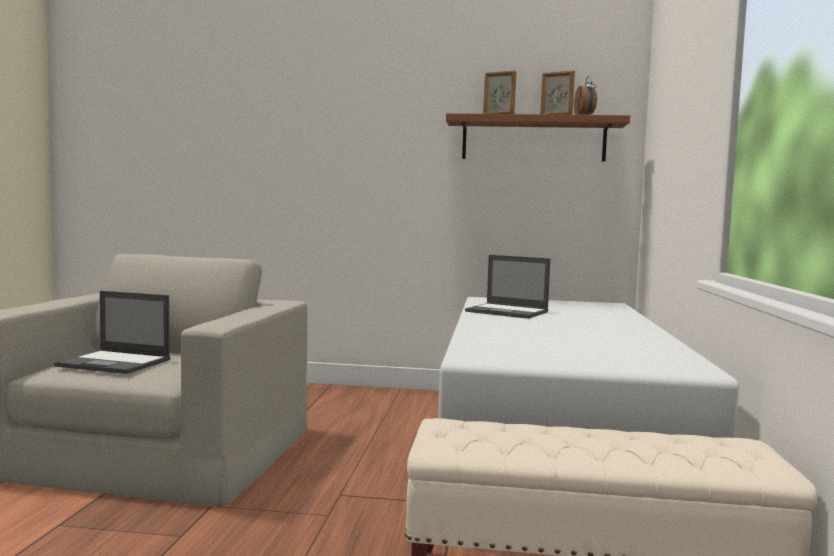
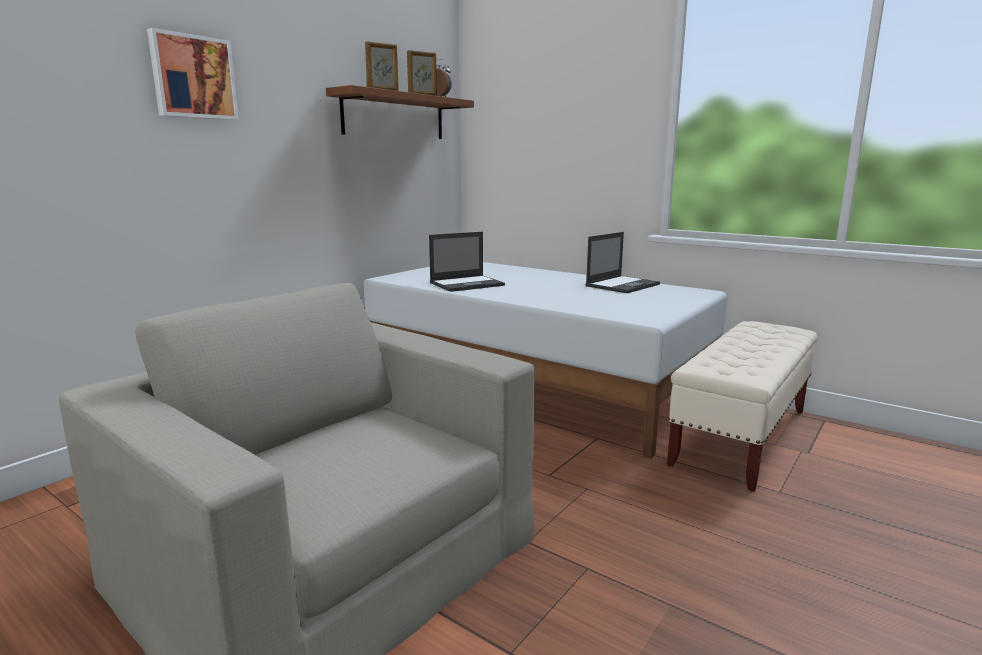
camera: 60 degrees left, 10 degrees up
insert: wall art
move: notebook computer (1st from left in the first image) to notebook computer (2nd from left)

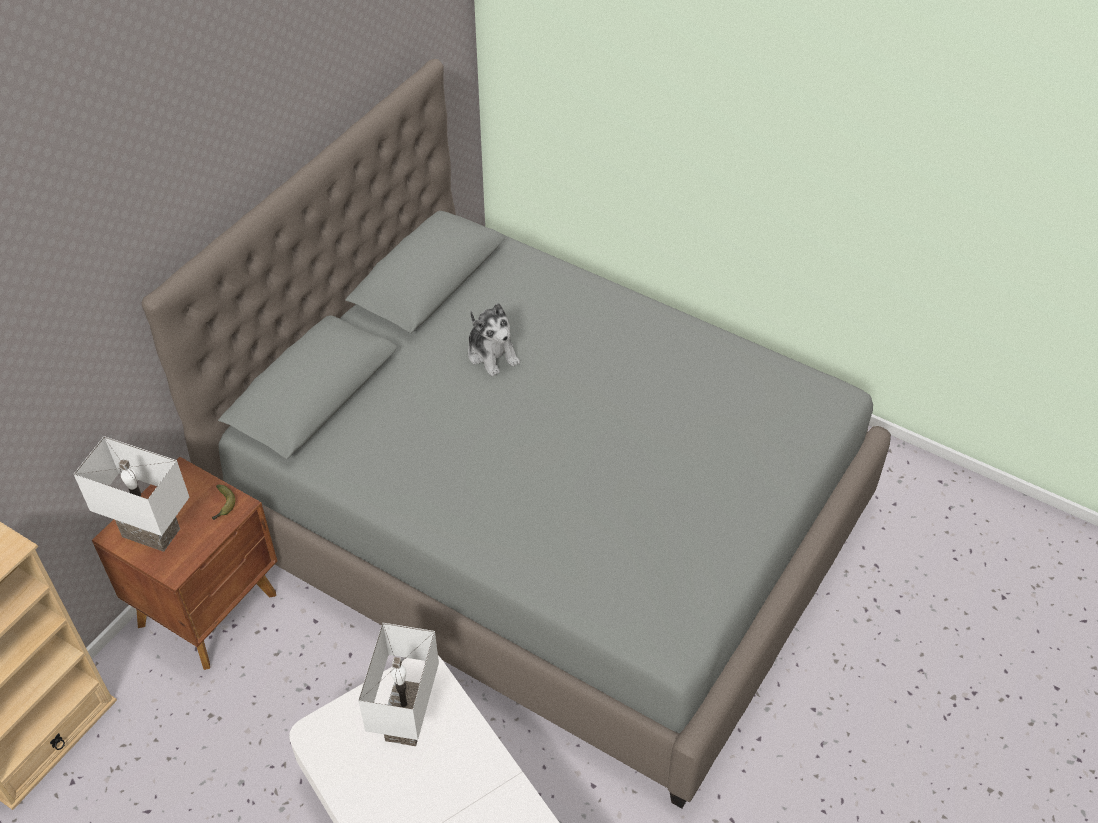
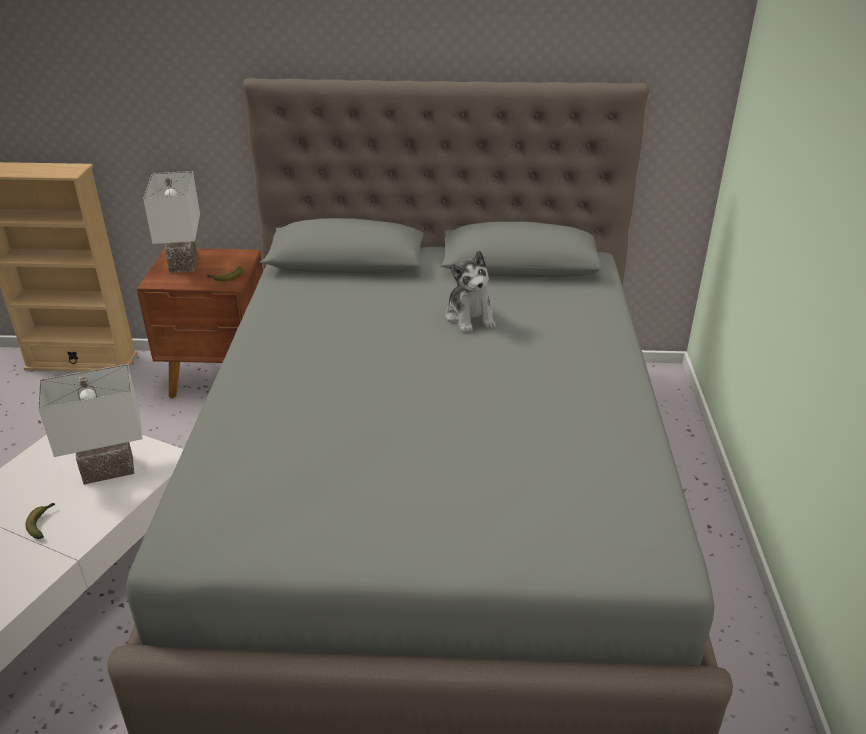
camera: 60 degrees right, 15 degrees down
insert: banana fruit (1st from left)
rotate: plush toy 45 degrees counterclockwise

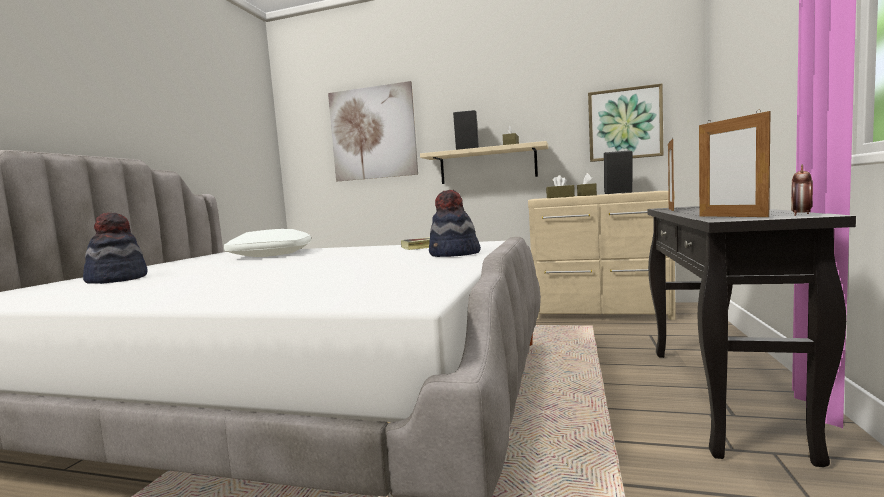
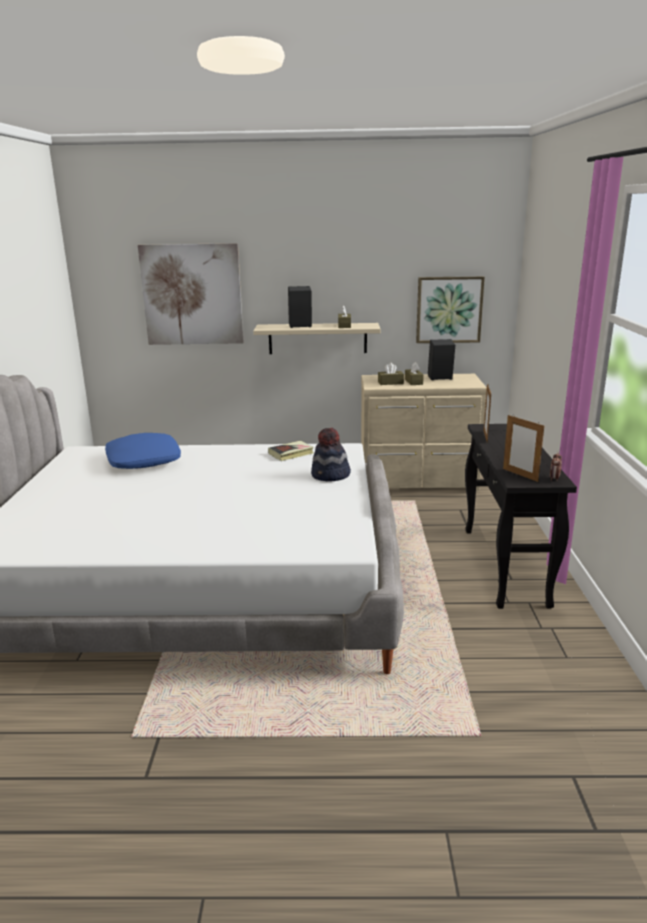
camera: 15 degrees left, 15 degrees up
delete: wearable hat (1st from left)
recolor: throw pillow (white-coloured) to throw pillow (blue-coloured)

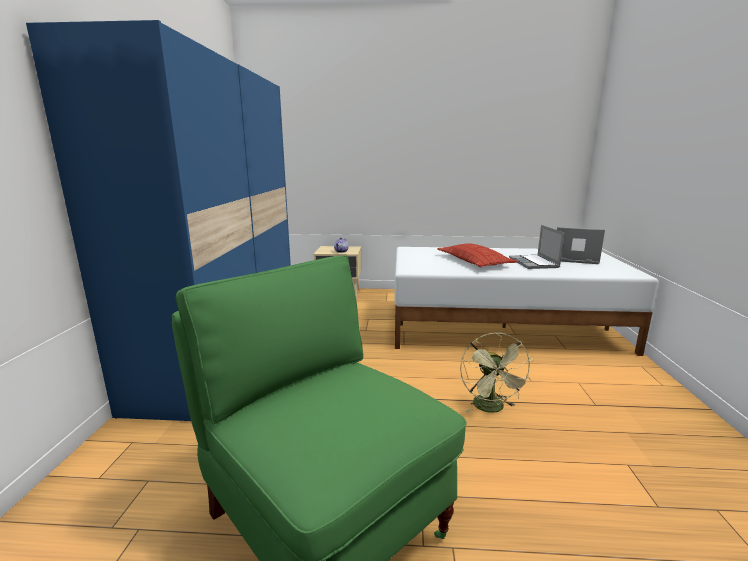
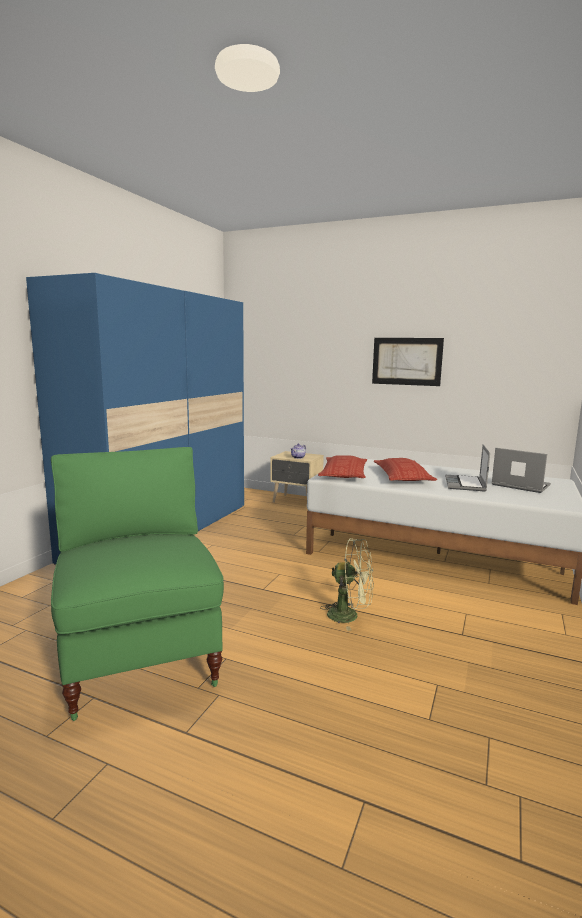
camera: 20 degrees right, 5 degrees down
insert: wall art; throw pillow (1st from left)
rotate: electric fan (greenish) 90 degrees counterclockwise

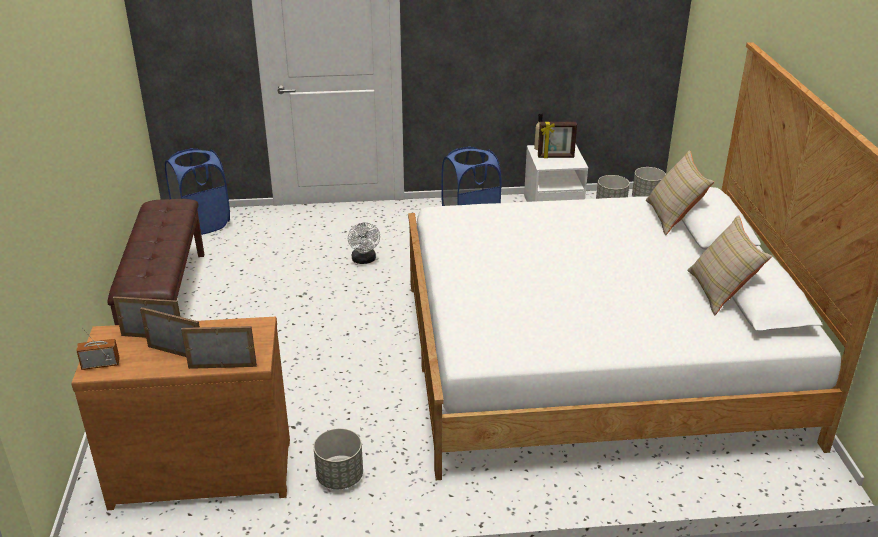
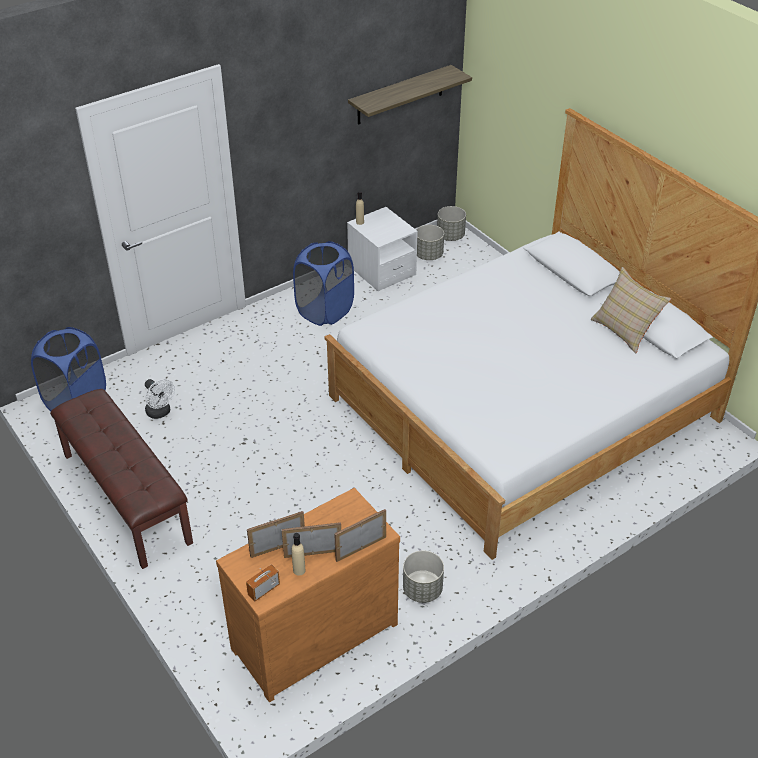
camera: 30 degrees left, 10 degrees up
delete: photo frame (4th from left); throw pillow (sand-coloured) (1st from left)
insert: wall shelf; drink bottle (sand-coloured) (1st from left)
move: electric fan (white-coloured)

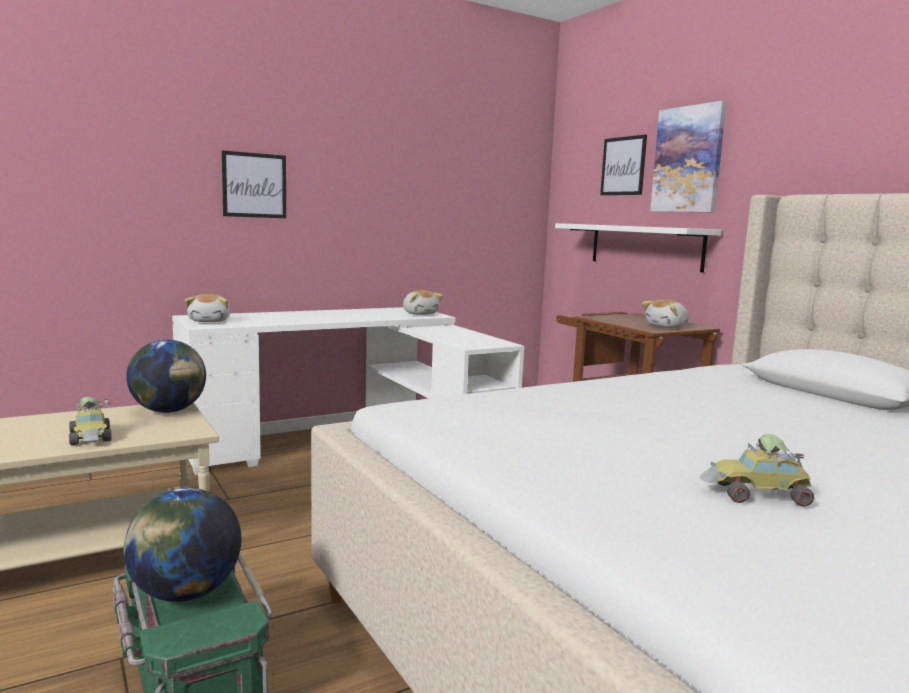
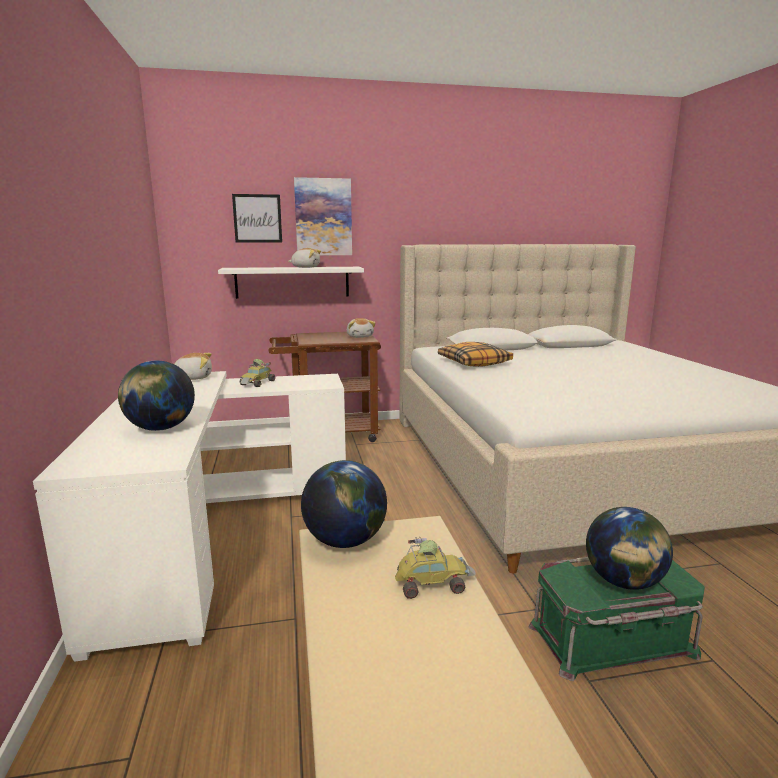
camera: 70 degrees left, 5 degrees up
delete: wall art (1st from left)
insert: throw pillow; world globe (1st from left)
move: plush toy (1st from left in the first image) to plush toy (2nd from left); toy car (2nd from left in the first image) to toy car (1st from left)

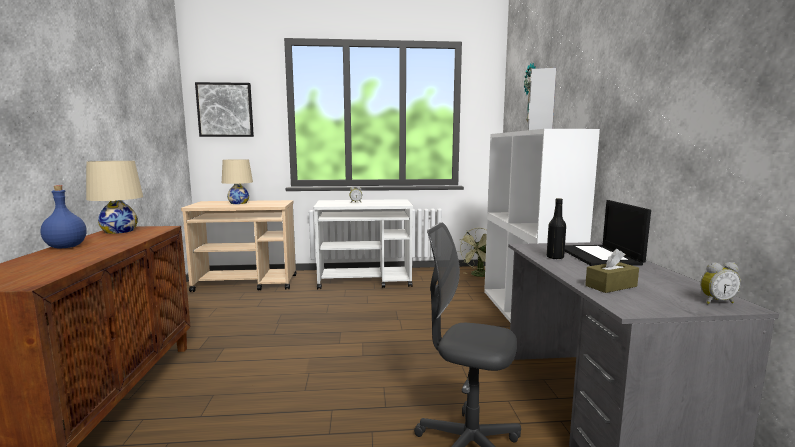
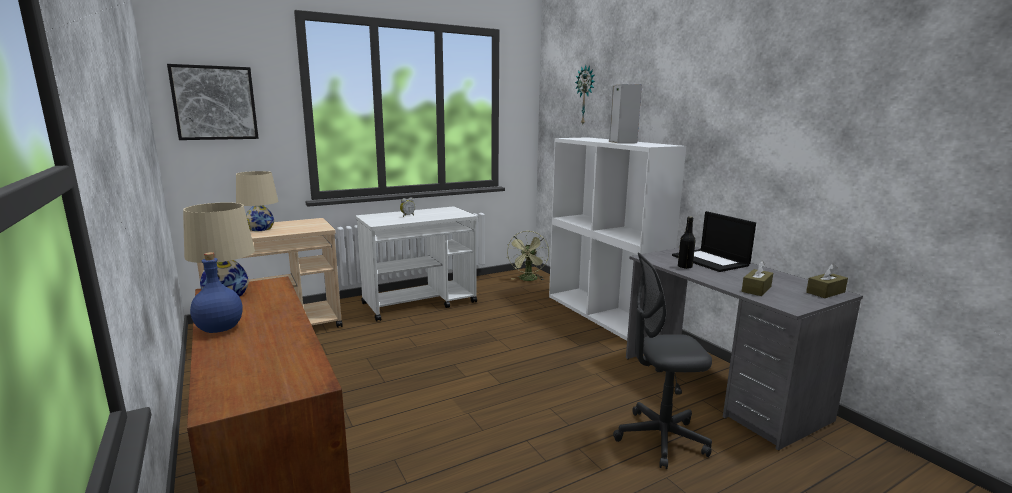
camera: 25 degrees left, 5 degrees up
replace: bedside clock (2nd from left) to tissue box (brown) (2nd from left)

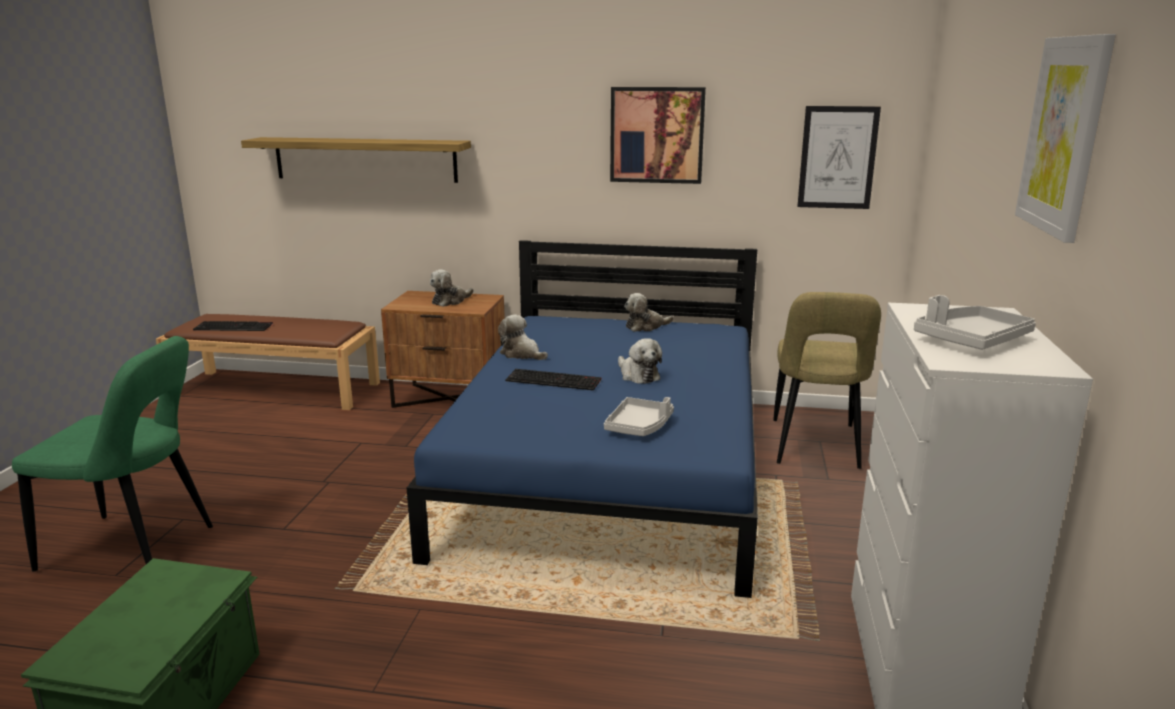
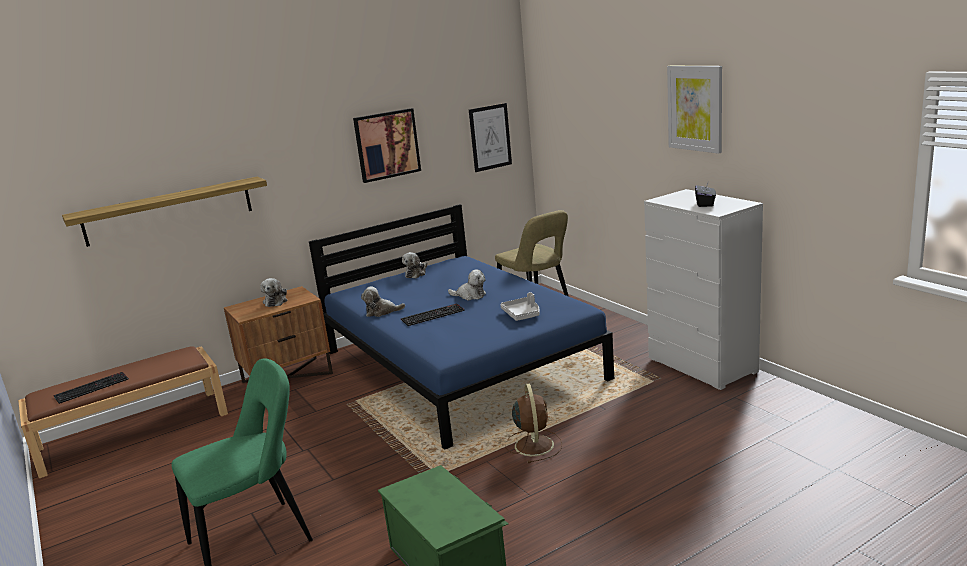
camera: 40 degrees left, 0 degrees up
insert: electric fan (brown)
replace: carrying tray (greyish) (2nd from left) to tissue box (blackish)

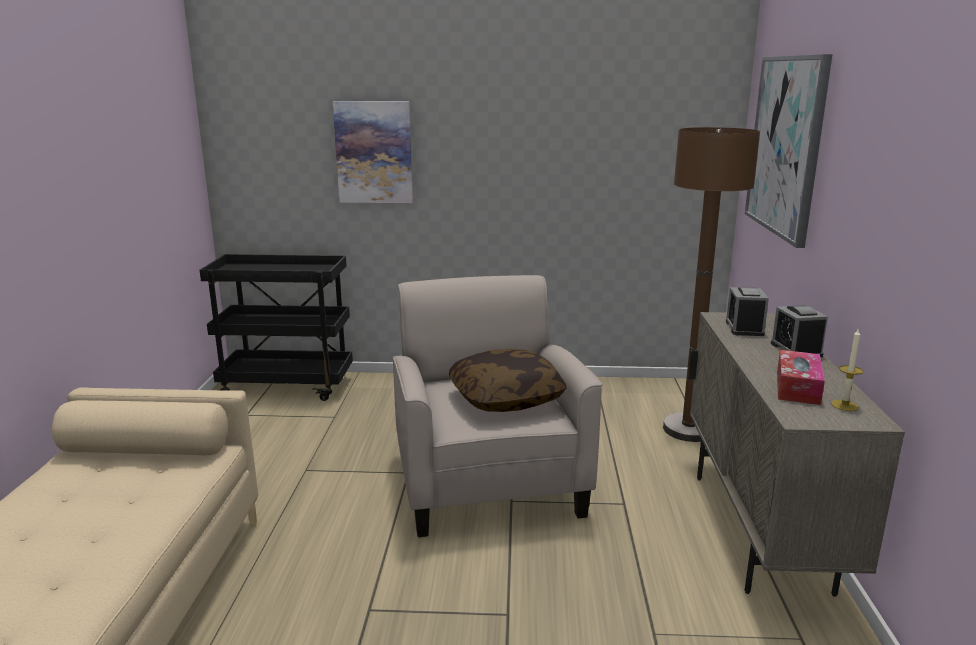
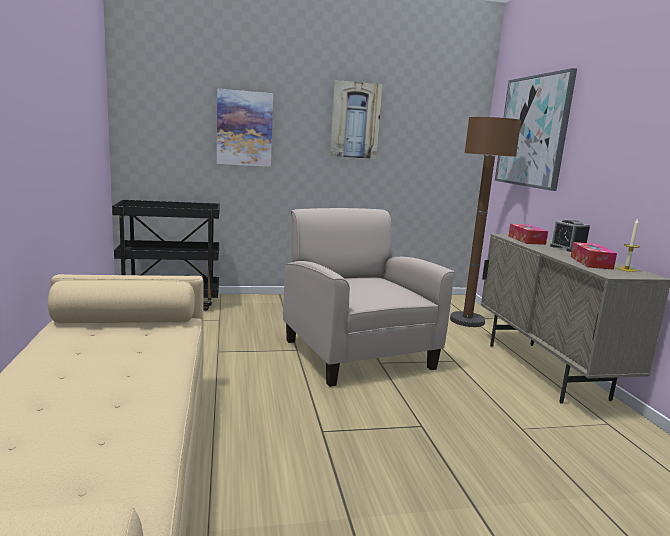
camera: 15 degrees left, 5 degrees down
delete: throw pillow
insert: wall art (2nd from left)
replace: bedside clock (1st from left) to tissue box (1st from left)

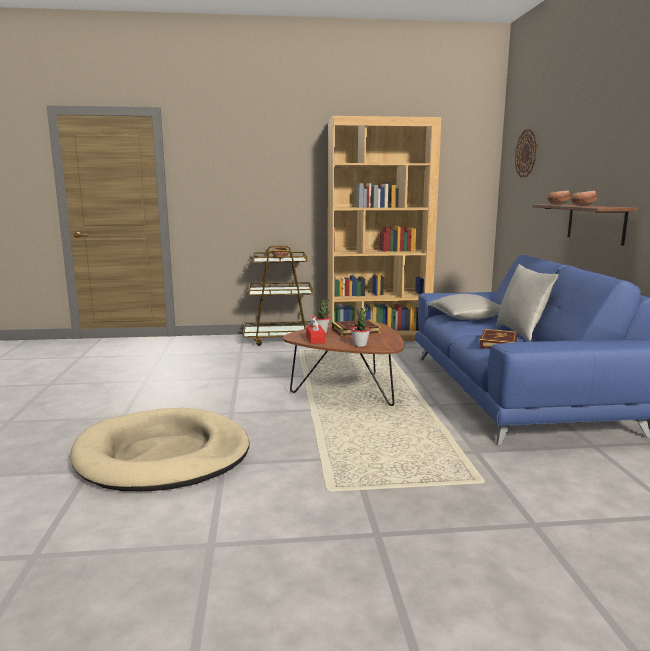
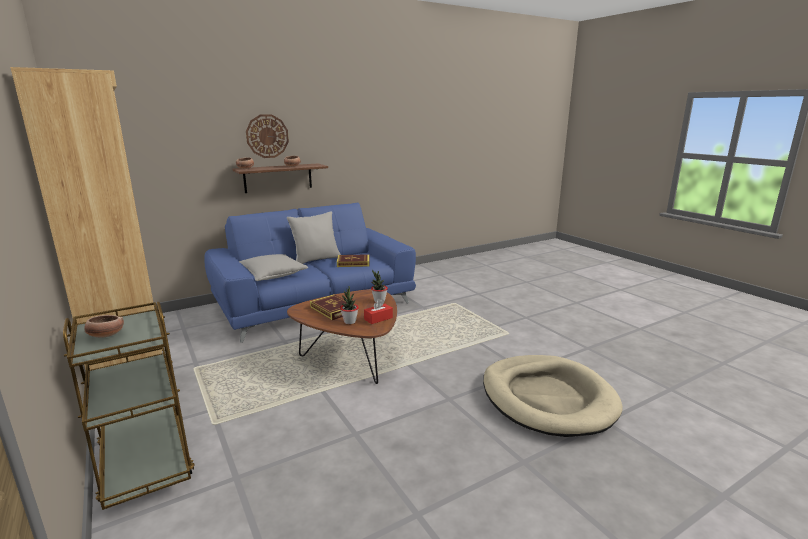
camera: 115 degrees left, 5 degrees up
move: wall clock

